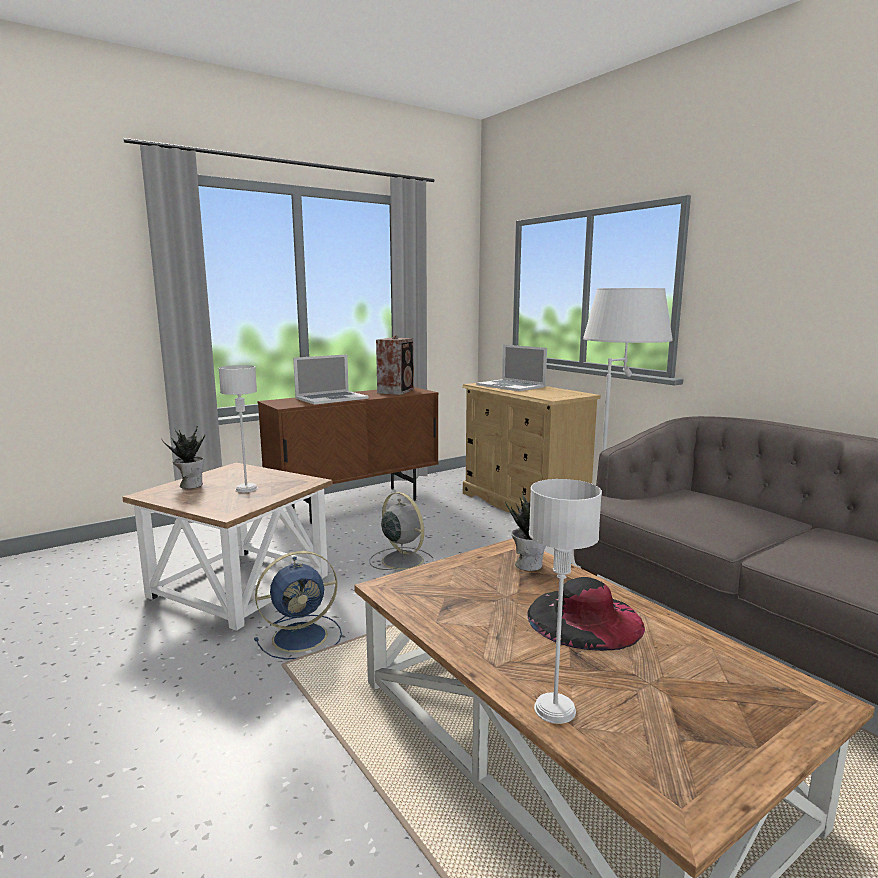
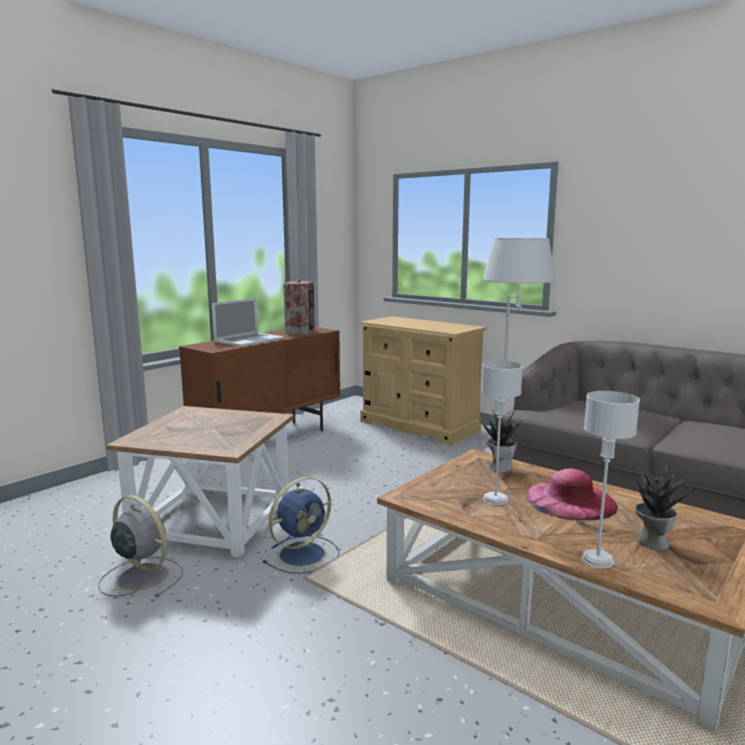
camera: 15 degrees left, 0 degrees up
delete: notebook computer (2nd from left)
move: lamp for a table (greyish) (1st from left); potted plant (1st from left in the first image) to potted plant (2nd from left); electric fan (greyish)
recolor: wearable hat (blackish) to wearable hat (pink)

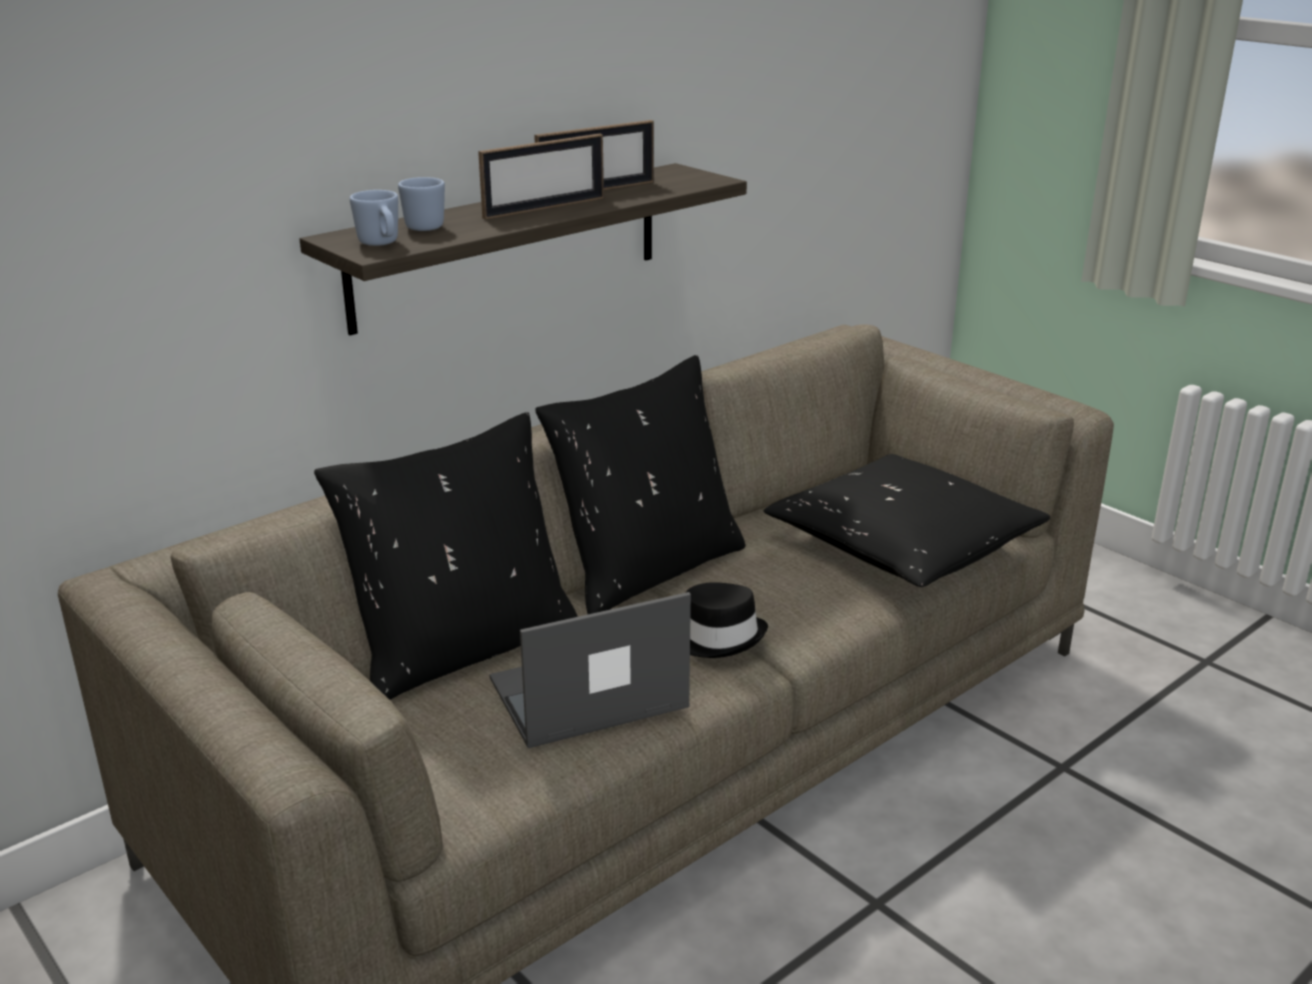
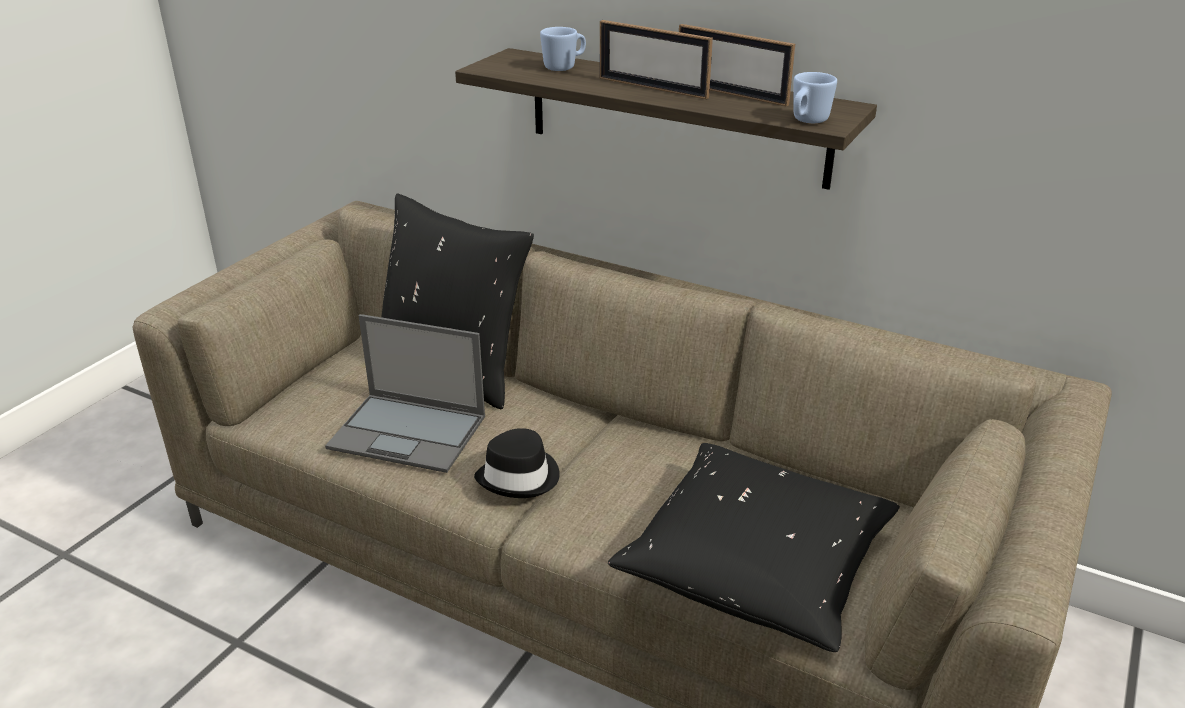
camera: 70 degrees right, 5 degrees up
delete: throw pillow (blackish) (2nd from left)
move: mug (blue-coloured) (1st from left in the first image) to mug (blue-coloured) (2nd from left)
rotate: notebook computer 150 degrees clockwise

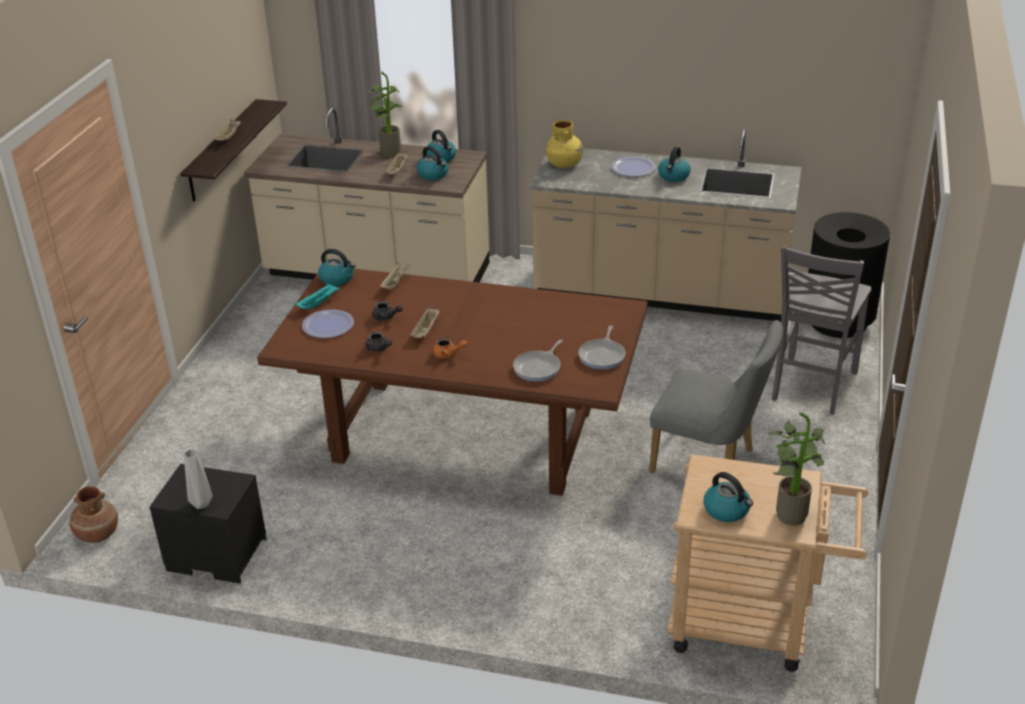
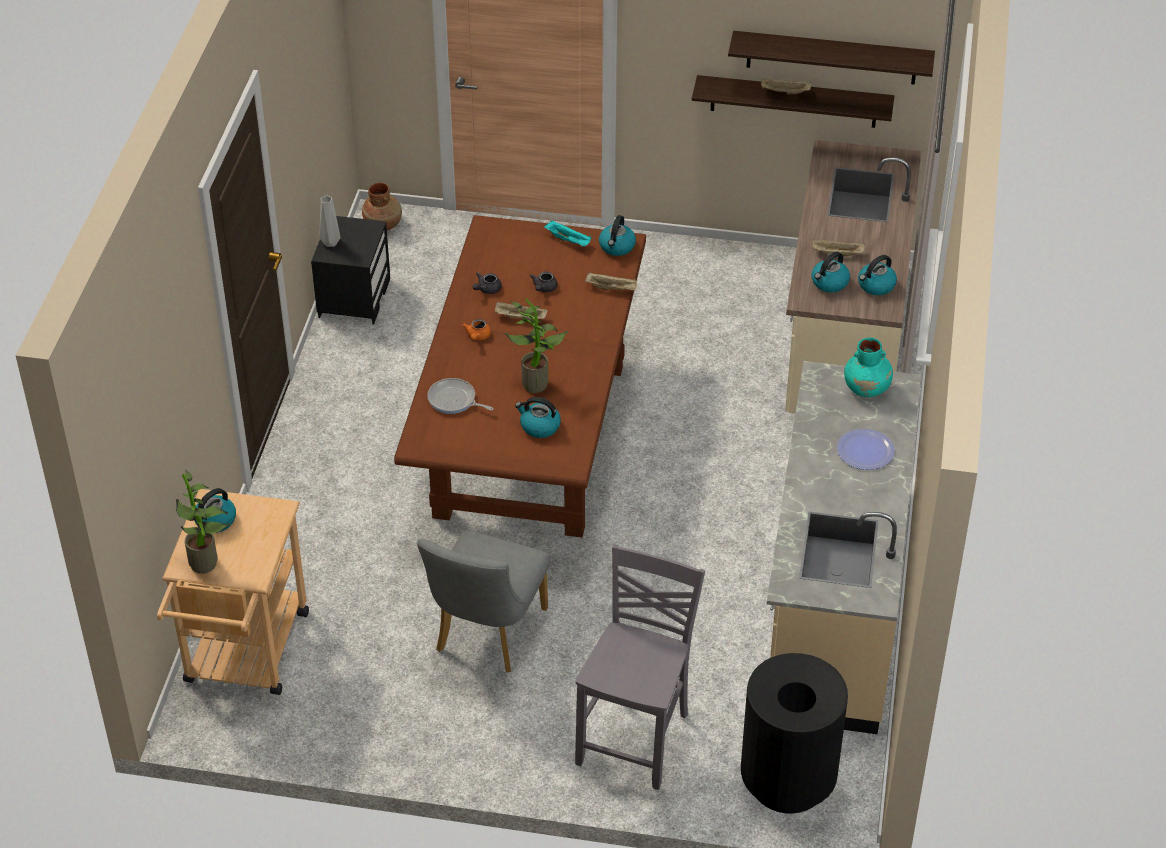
camera: 85 degrees right, 10 degrees up
delete: flat dish (1st from left); pan (2nd from left)
insert: wall shelf (2nd from left)
move: potted plant (1st from left in the first image) to potted plant (2nd from left); kettle (4th from left in the first image) to kettle (2nd from left)
recolor: decorative vase (yellow-coloured) to decorative vase (blue-green)
rotate: chair (greyish) (2nd from left) 90 degrees clockwise

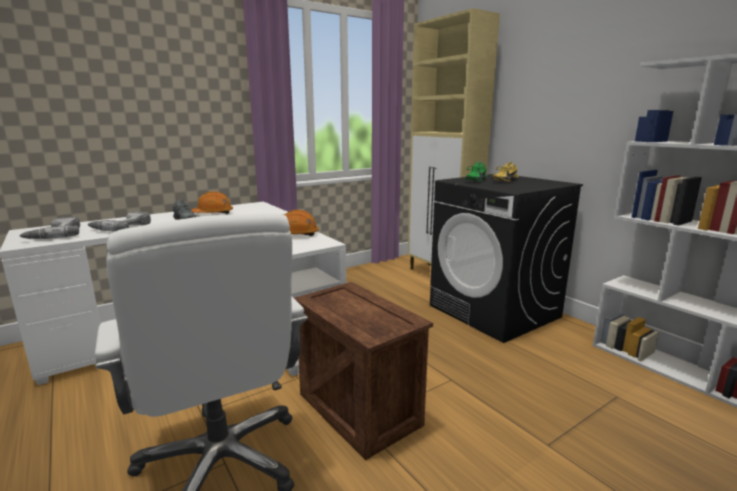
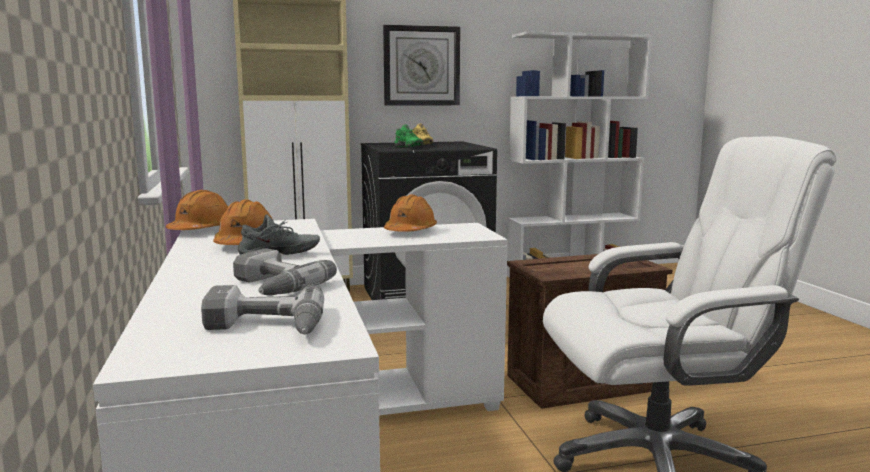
camera: 70 degrees left, 5 degrees down
insert: wall clock; work helmet (orange) (1st from left)

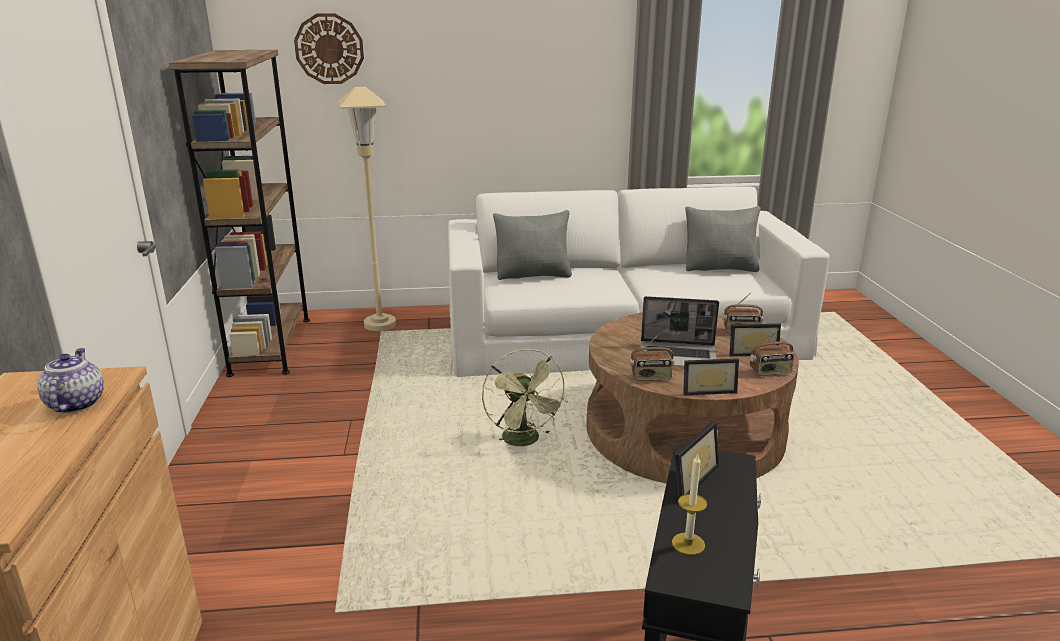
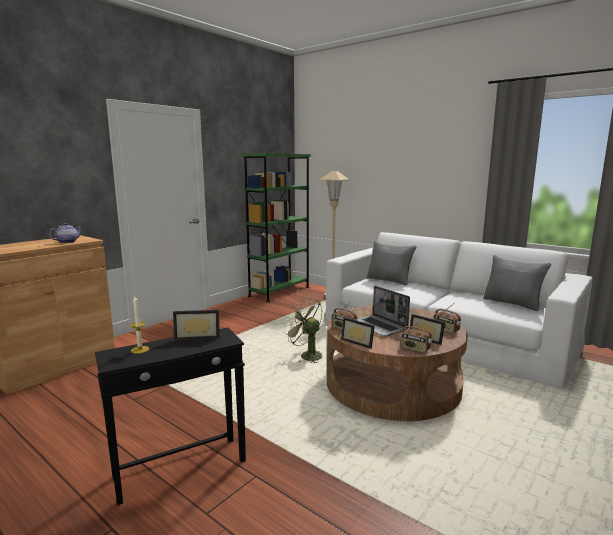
camera: 45 degrees right, 10 degrees down
delete: wall clock
recolor: bookcase (brown) to bookcase (greenish)
rotate: electric fan (greenish) 105 degrees clockwise

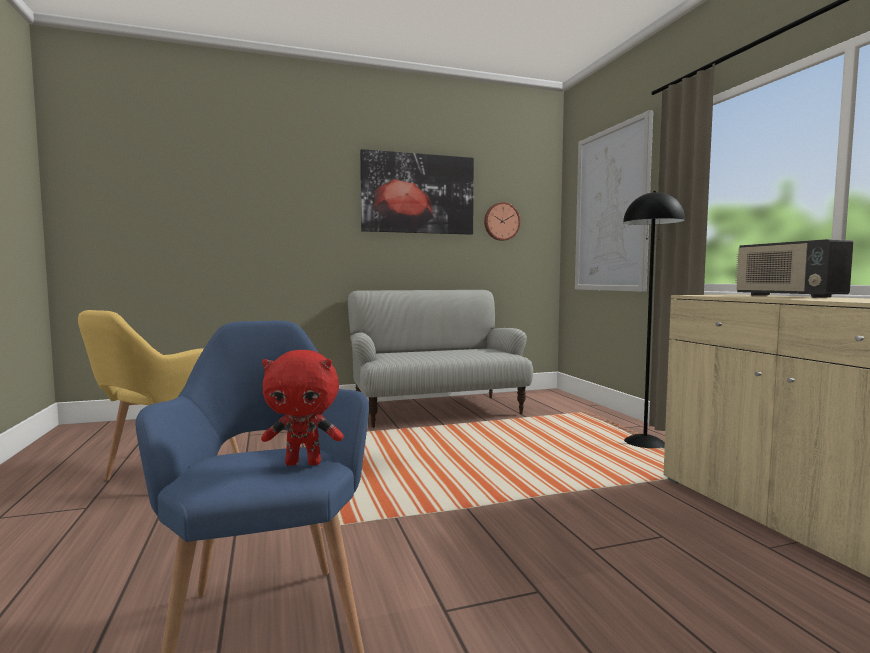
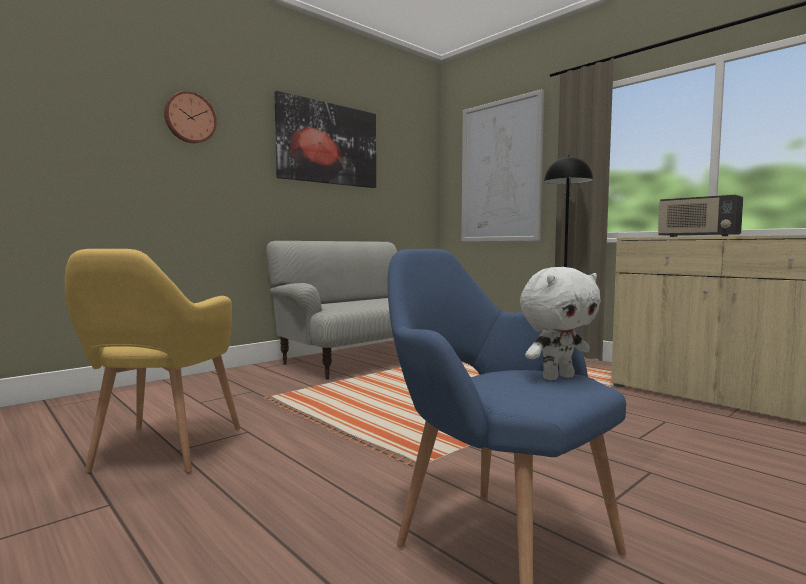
camera: 25 degrees left, 0 degrees up
move: wall clock
recolor: plush toy (reddish) to plush toy (white-coloured)

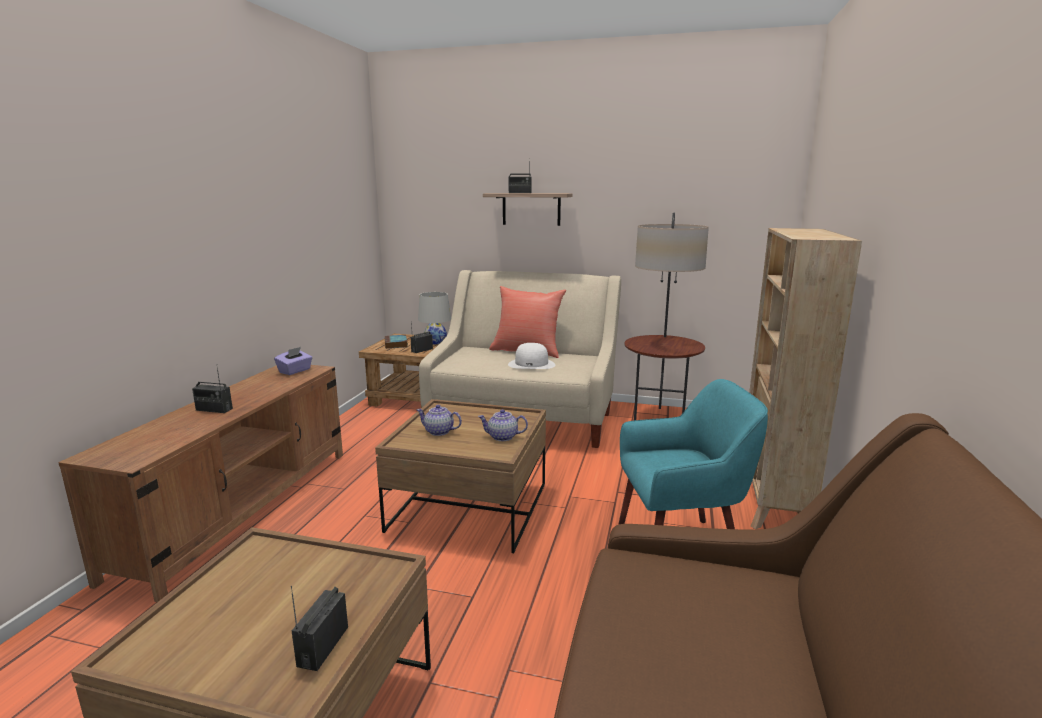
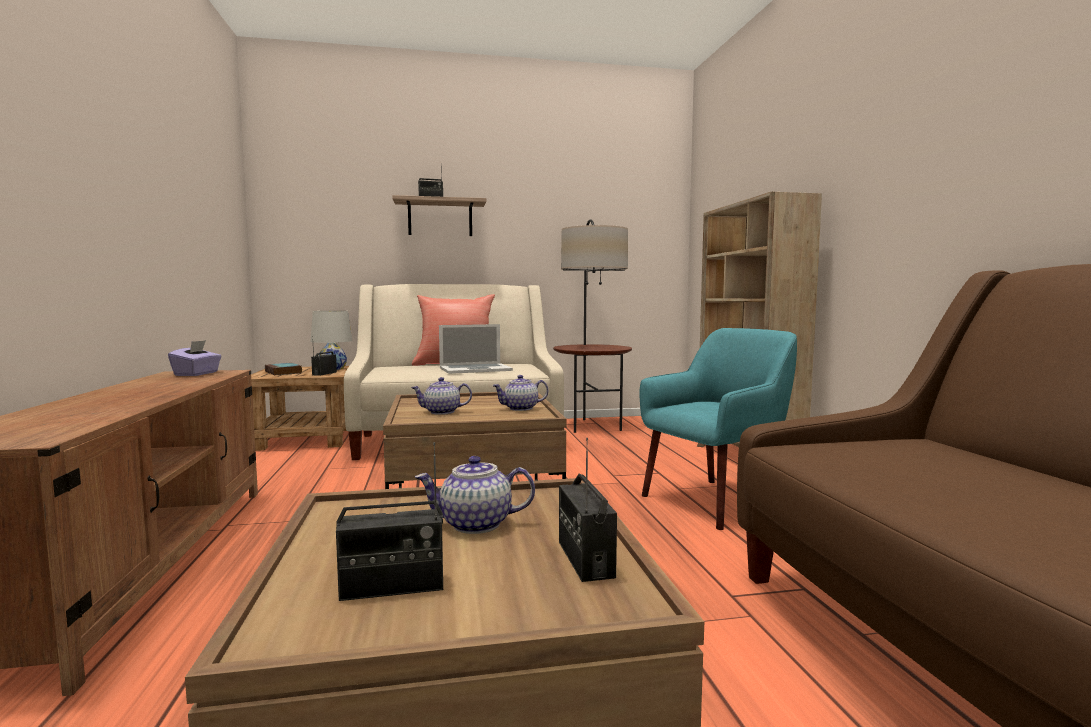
camera: 25 degrees left, 10 degrees down
insert: tea pot (2nd from left)
move: radio (1st from left in the first image) to radio (2nd from left)
replace: wearable hat (white-coloured) to notebook computer

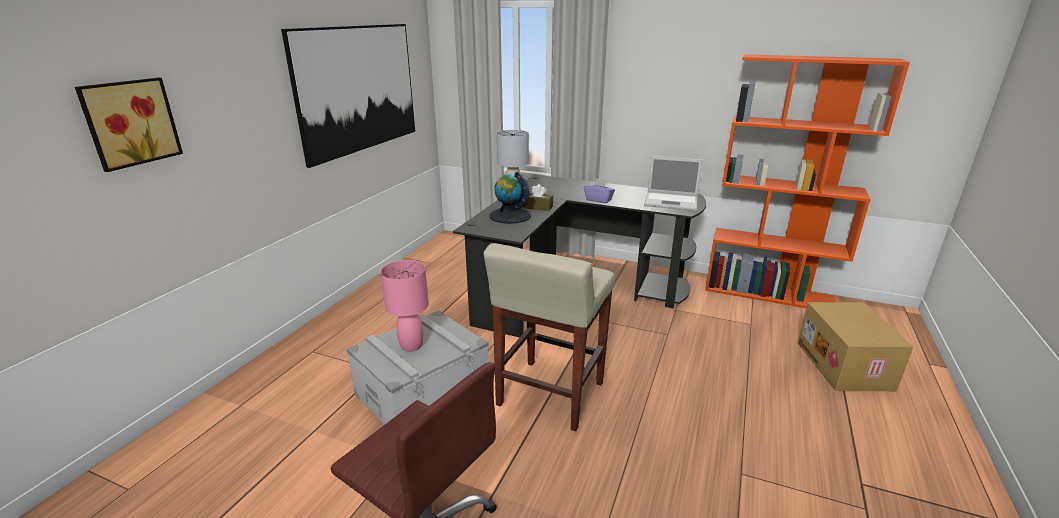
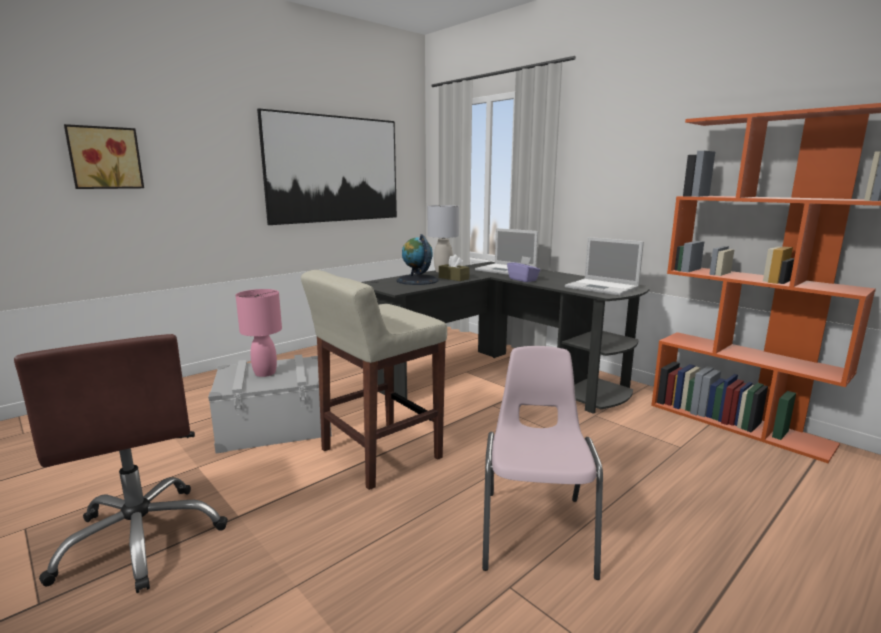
camera: 25 degrees right, 10 degrees down
delete: cardboard box
insert: notebook computer (1st from left); chair (pink)

